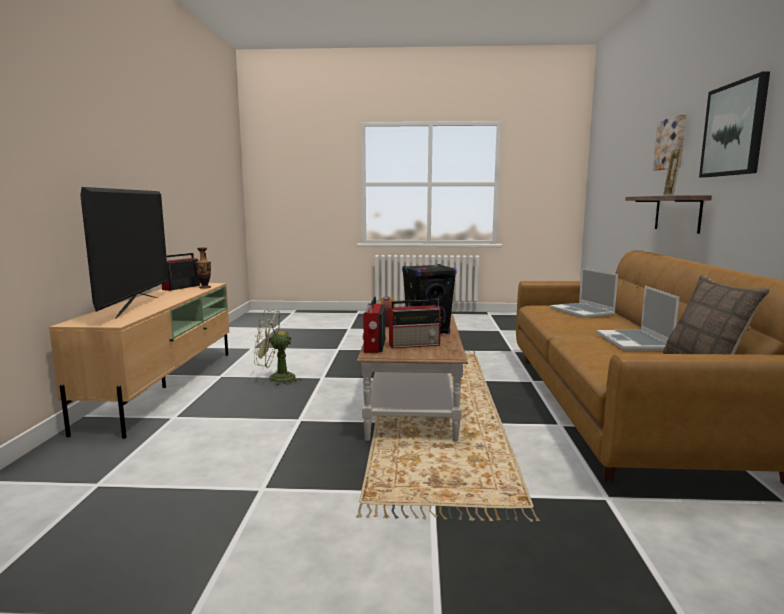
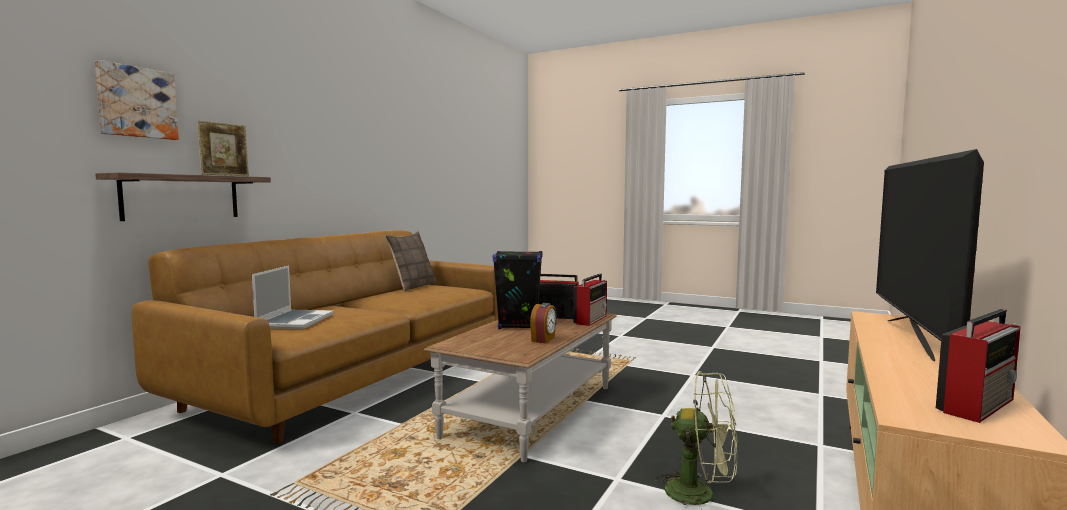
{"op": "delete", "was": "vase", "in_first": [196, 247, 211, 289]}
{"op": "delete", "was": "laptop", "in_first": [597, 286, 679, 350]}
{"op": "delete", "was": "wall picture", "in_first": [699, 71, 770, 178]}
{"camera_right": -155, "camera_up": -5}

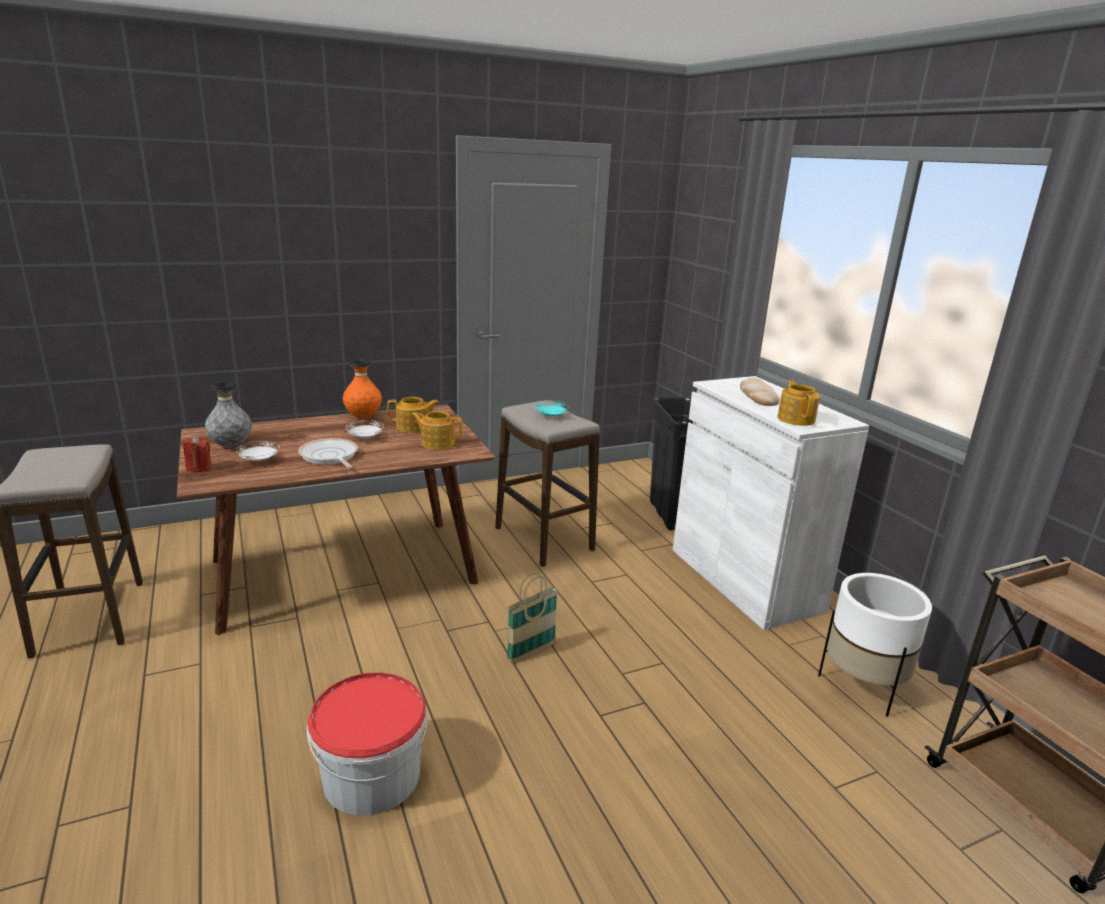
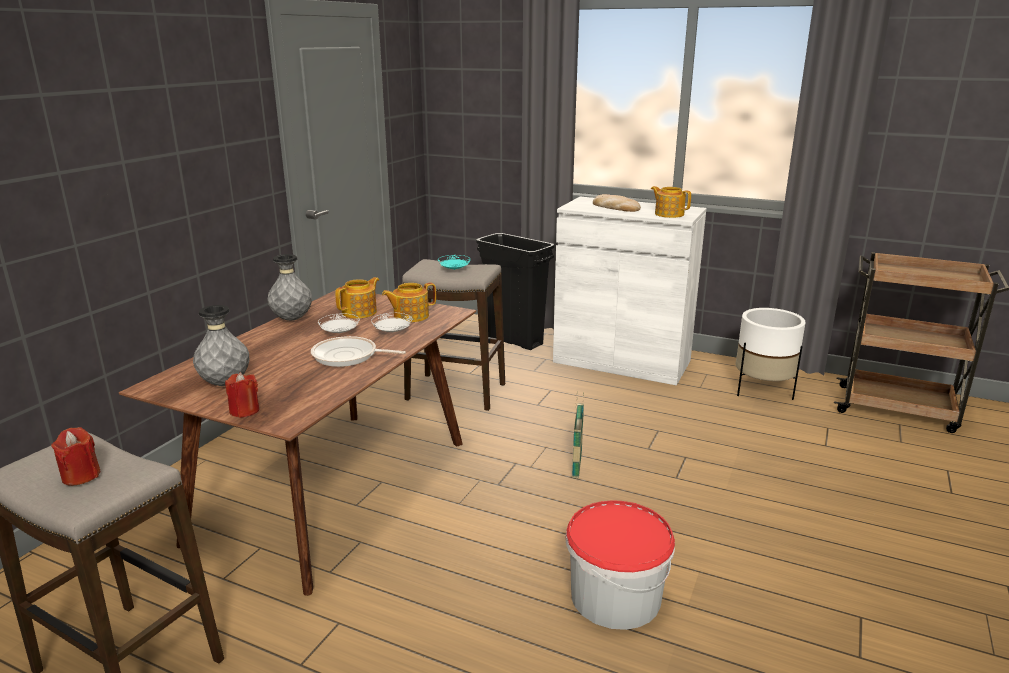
{"op": "insert", "now": "red-coloured candle", "in_second": [51, 427, 100, 486]}
{"op": "recolor", "was": "orange vase", "now": "greyish vase", "in_first": [343, 359, 382, 418], "in_second": [267, 254, 312, 321]}
{"op": "move", "was": "white flat dish", "in_first": [236, 441, 279, 461], "in_second": [371, 313, 412, 332]}
{"camera_right": -40, "camera_up": 0}

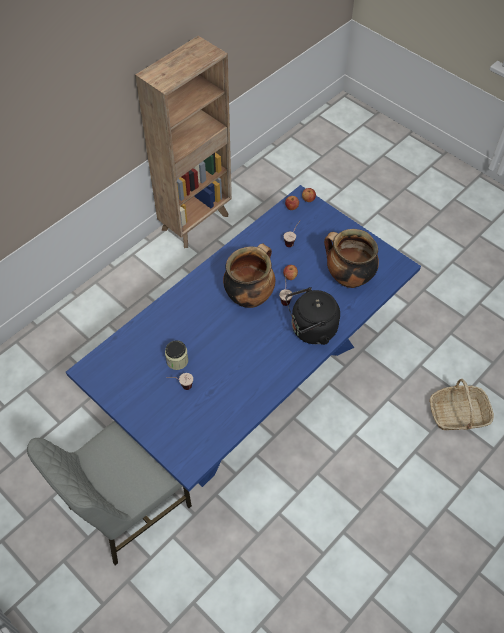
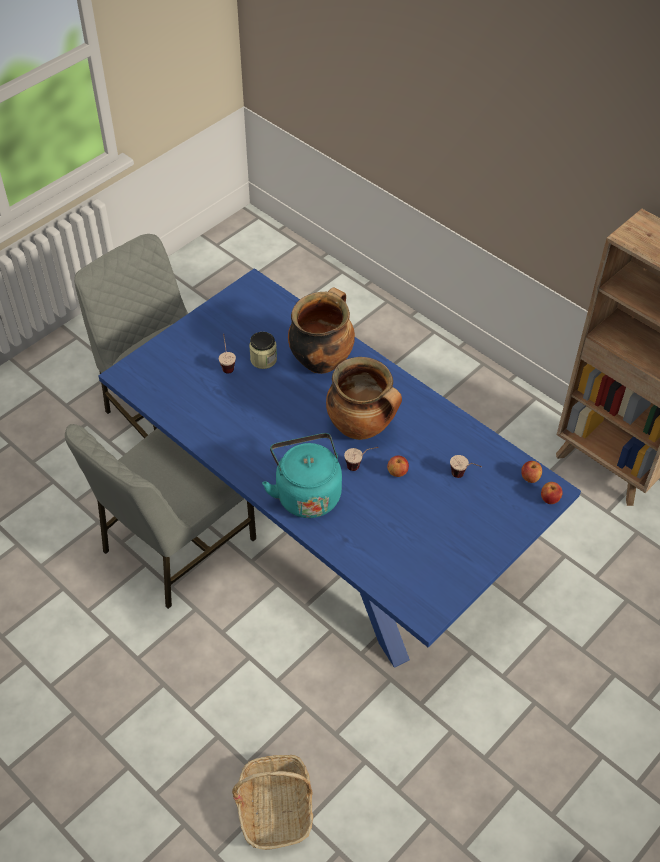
{"op": "insert", "now": "greyish chair", "in_second": [65, 424, 257, 609]}
{"op": "recolor", "was": "black water kettle", "now": "blue-green water kettle", "in_first": [285, 287, 340, 345], "in_second": [262, 433, 342, 518]}
{"op": "move", "was": "saucepot", "in_first": [324, 229, 379, 288], "in_second": [288, 287, 355, 374]}
{"camera_right": 90, "camera_up": -5}

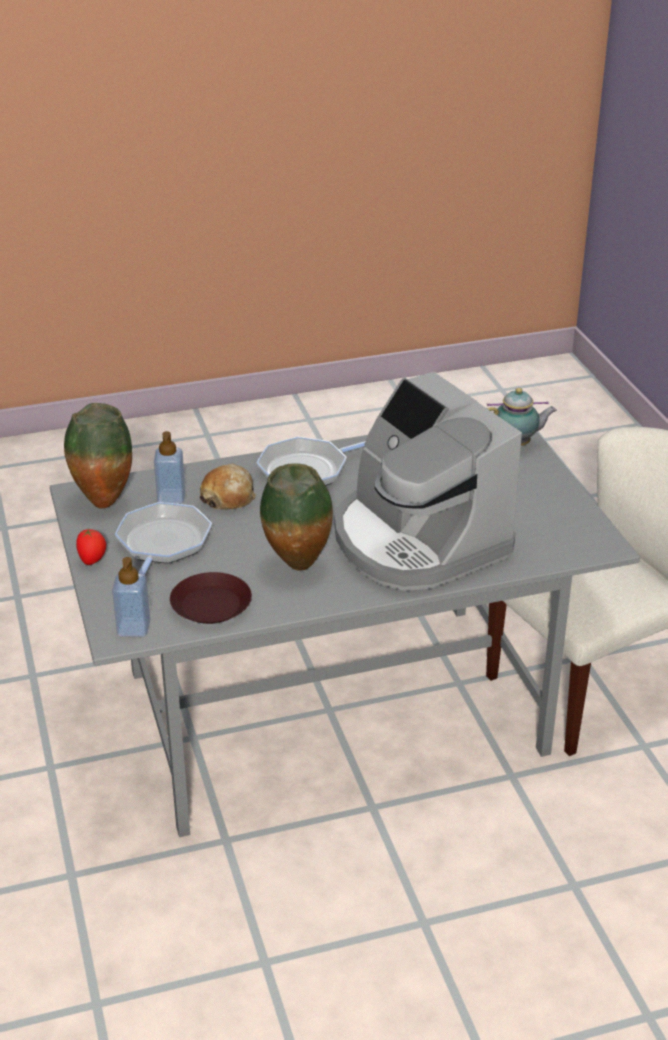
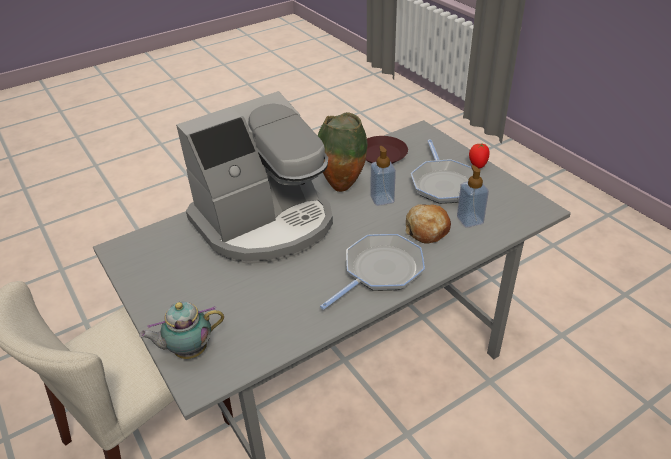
{"op": "rotate", "was": "coffee maker", "in_first": [334, 372, 522, 591], "in_second": [176, 91, 333, 264], "clockwise": 105}
{"op": "move", "was": "soap bottle", "in_first": [112, 557, 150, 637], "in_second": [370, 146, 396, 206]}
{"op": "delete", "was": "vase", "in_first": [64, 403, 132, 508]}
{"camera_right": 165, "camera_up": 5}

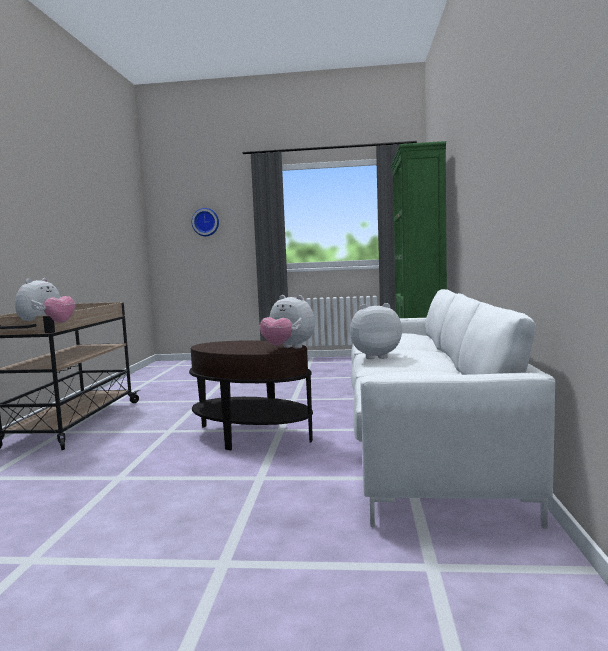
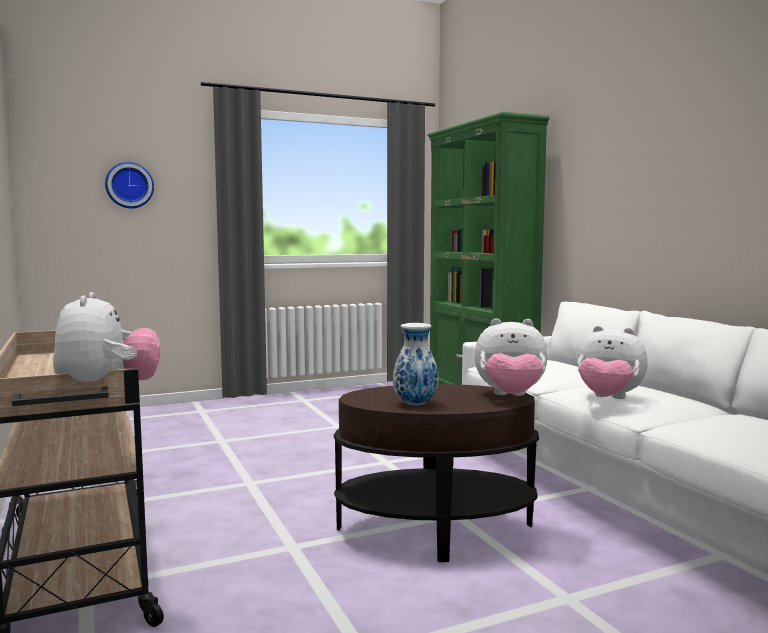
{"op": "insert", "now": "vase", "in_second": [393, 323, 439, 405]}
{"op": "rotate", "was": "plush toy", "in_first": [350, 303, 402, 359], "in_second": [577, 326, 648, 399], "clockwise": -120}
{"camera_right": -30, "camera_up": 0}

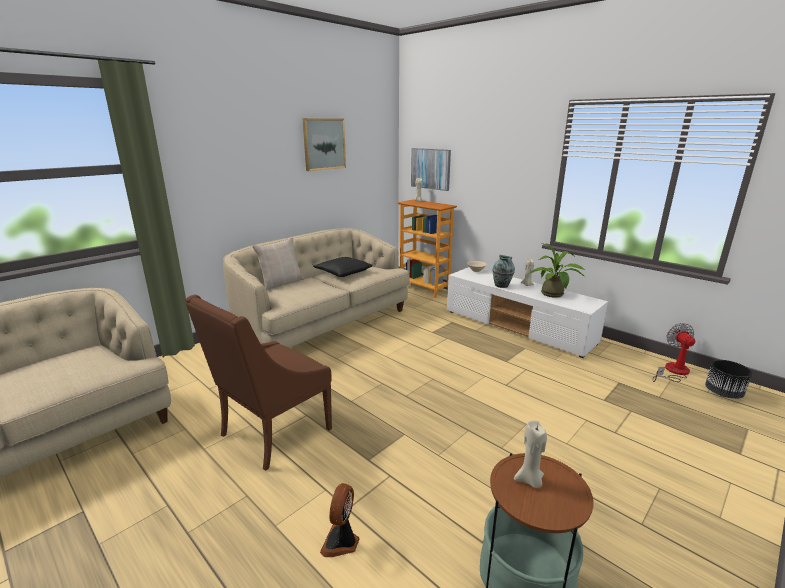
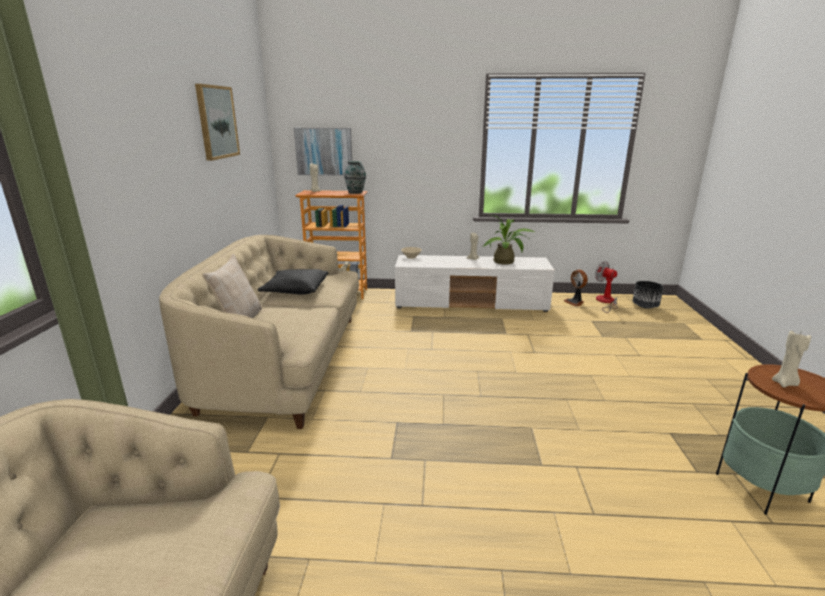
{"op": "move", "was": "vase", "in_first": [492, 255, 515, 288], "in_second": [344, 161, 366, 194]}
{"op": "move", "was": "electric fan", "in_first": [320, 483, 360, 557], "in_second": [564, 269, 588, 306]}
{"op": "delete", "was": "brown armchair", "in_first": [185, 295, 332, 471]}
{"camera_right": -40, "camera_up": 0}

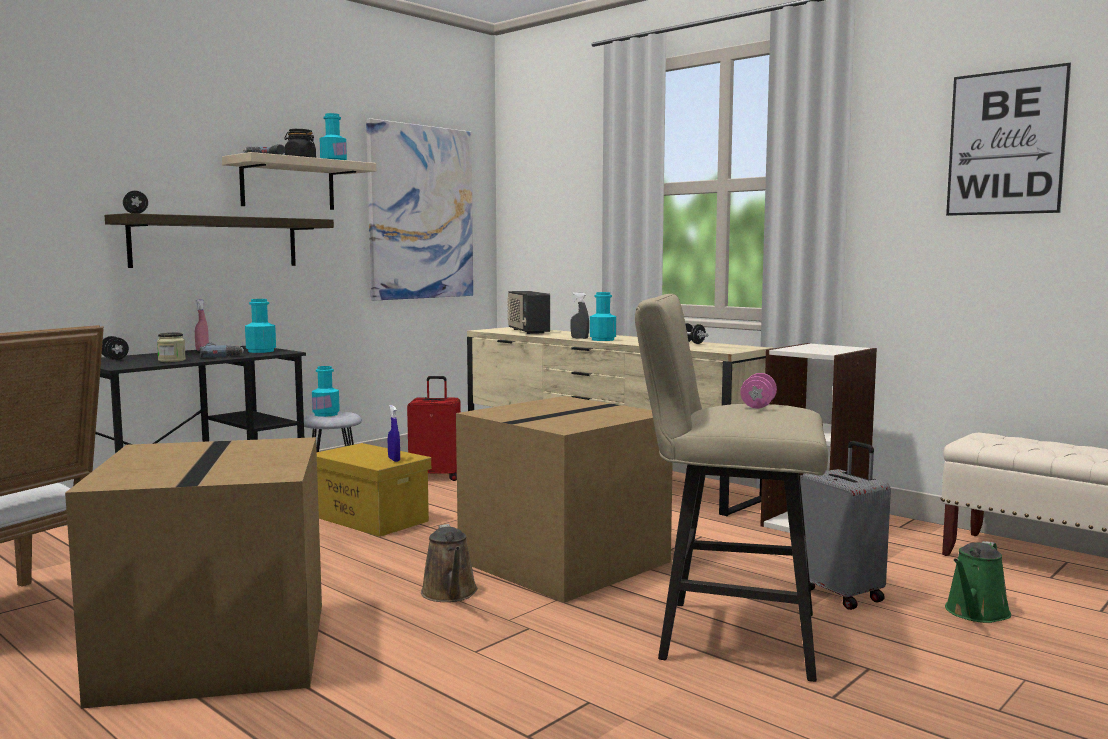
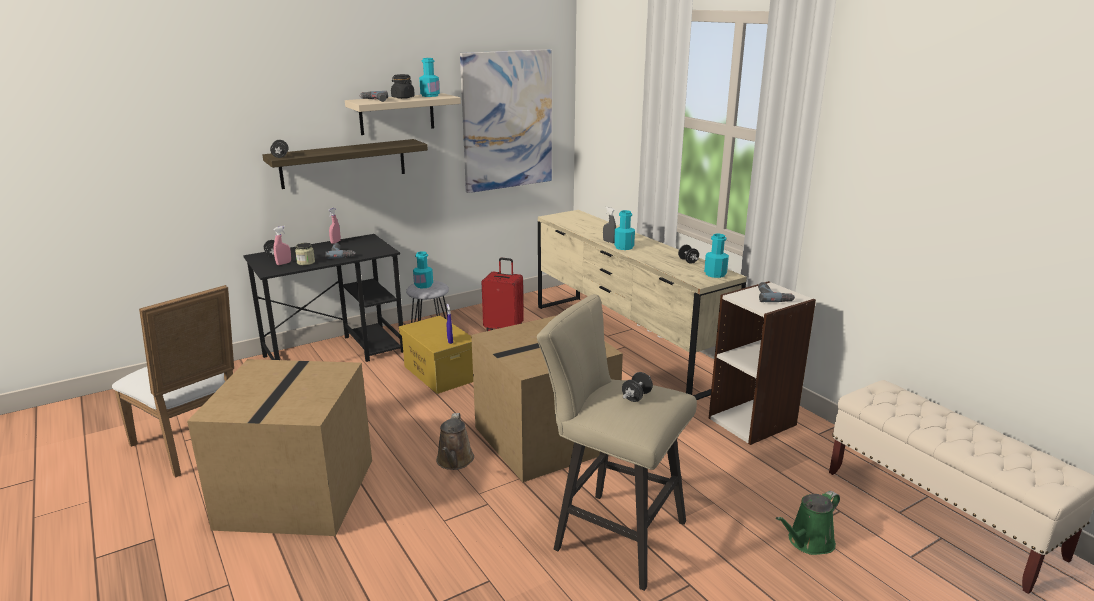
{"op": "insert", "now": "pink spray bottle", "in_second": [274, 226, 291, 265]}
{"op": "recolor", "was": "pink hand weight", "now": "black hand weight", "in_first": [740, 373, 777, 409], "in_second": [622, 372, 653, 402]}
{"op": "move", "was": "blue-green beverage bottle", "in_first": [245, 299, 276, 353], "in_second": [704, 234, 729, 278]}
{"op": "insert", "now": "power drill", "in_second": [758, 282, 795, 302]}
{"op": "delete", "was": "radio set", "in_first": [507, 291, 550, 334]}
{"op": "delete", "was": "greyish travel case", "in_first": [800, 441, 891, 610]}
{"op": "delete", "was": "wall picture", "in_first": [946, 63, 1071, 216]}
{"camera_right": 15, "camera_up": 15}

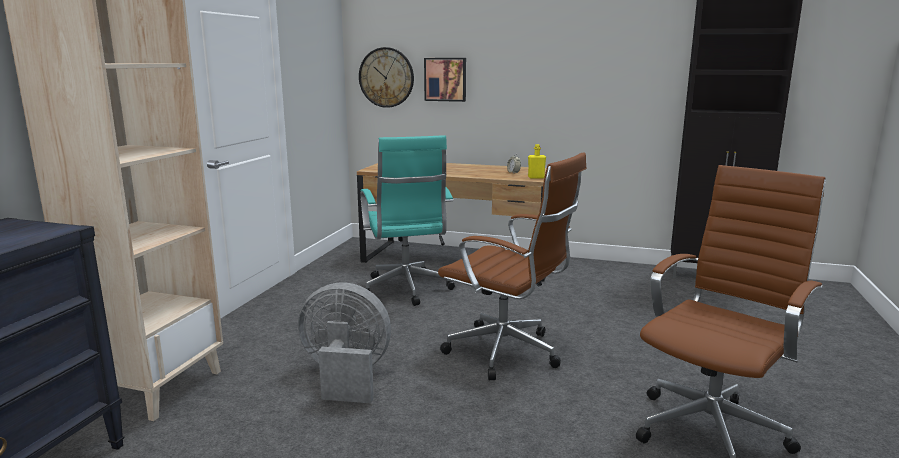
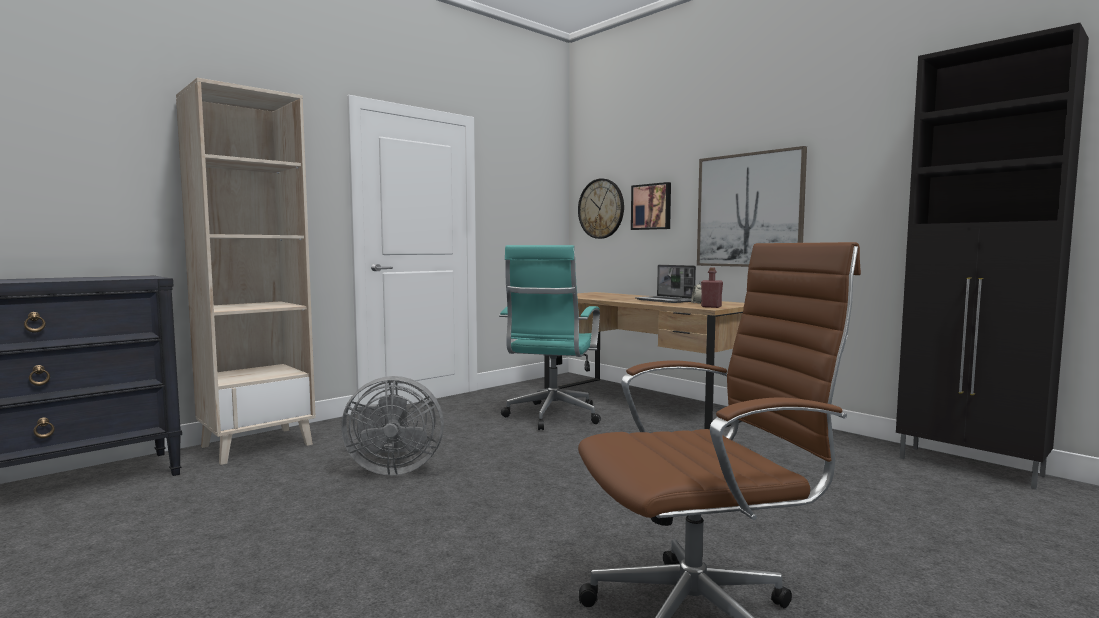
{"op": "rotate", "was": "greyish electric fan", "in_first": [298, 282, 391, 403], "in_second": [341, 376, 444, 475], "clockwise": 135}
{"op": "insert", "now": "laptop", "in_second": [635, 265, 696, 303]}
{"op": "insert", "now": "wall picture", "in_second": [697, 146, 807, 267]}
{"op": "recolor", "was": "yellow beverage bottle", "now": "red-coloured beverage bottle", "in_first": [528, 144, 546, 179], "in_second": [701, 267, 723, 308]}
{"op": "delete", "was": "brown desk chair", "in_first": [438, 152, 586, 381]}
{"camera_right": 30, "camera_up": -10}

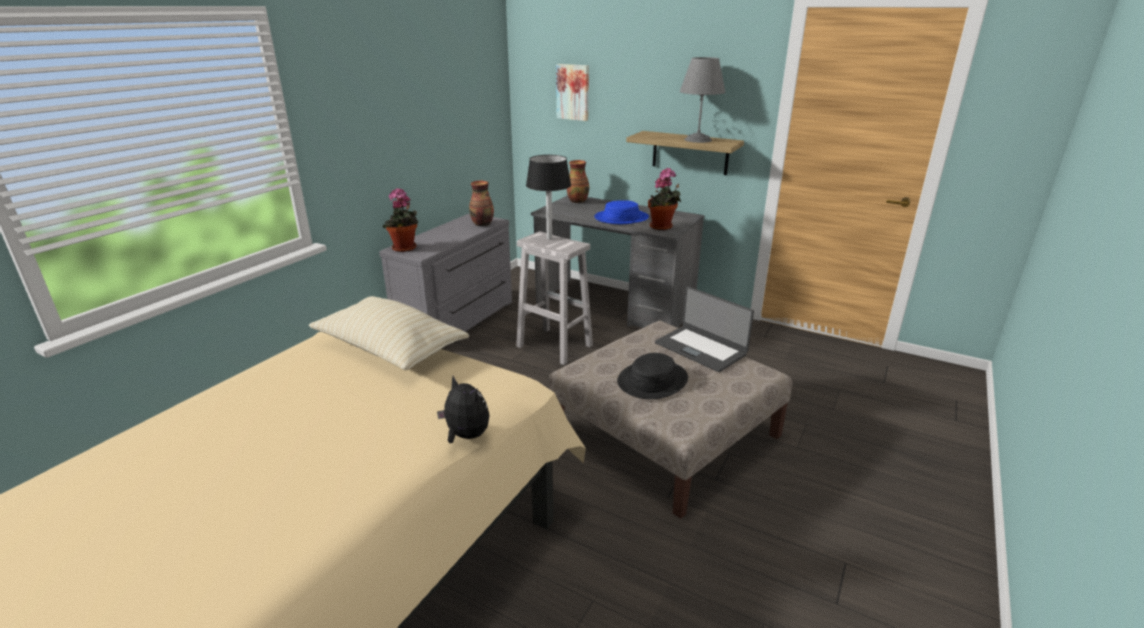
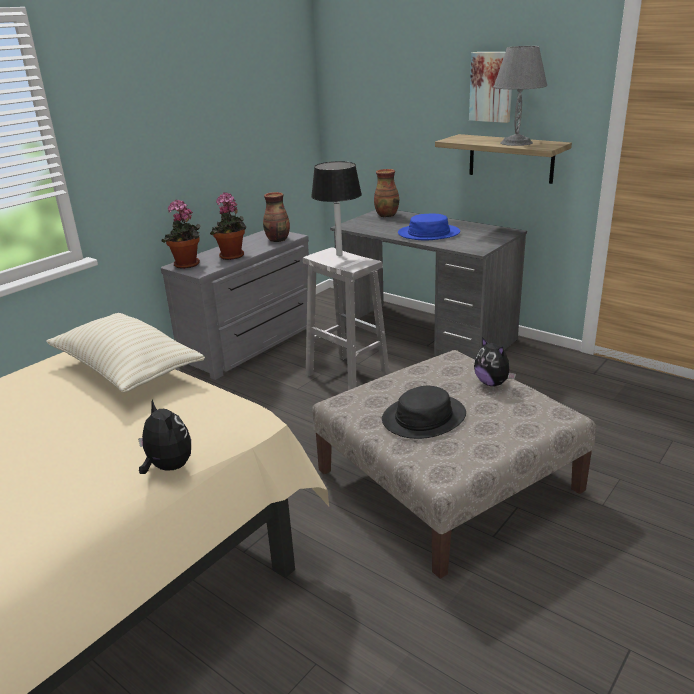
{"op": "move", "was": "potted plant", "in_first": [648, 168, 681, 230], "in_second": [210, 192, 247, 260]}
{"op": "move", "was": "wall picture", "in_first": [556, 64, 589, 121], "in_second": [469, 52, 512, 123]}
{"op": "replace", "was": "laptop", "now": "plush toy", "in_first": [655, 286, 754, 372], "in_second": [474, 337, 516, 386]}
{"camera_right": 10, "camera_up": 0}

